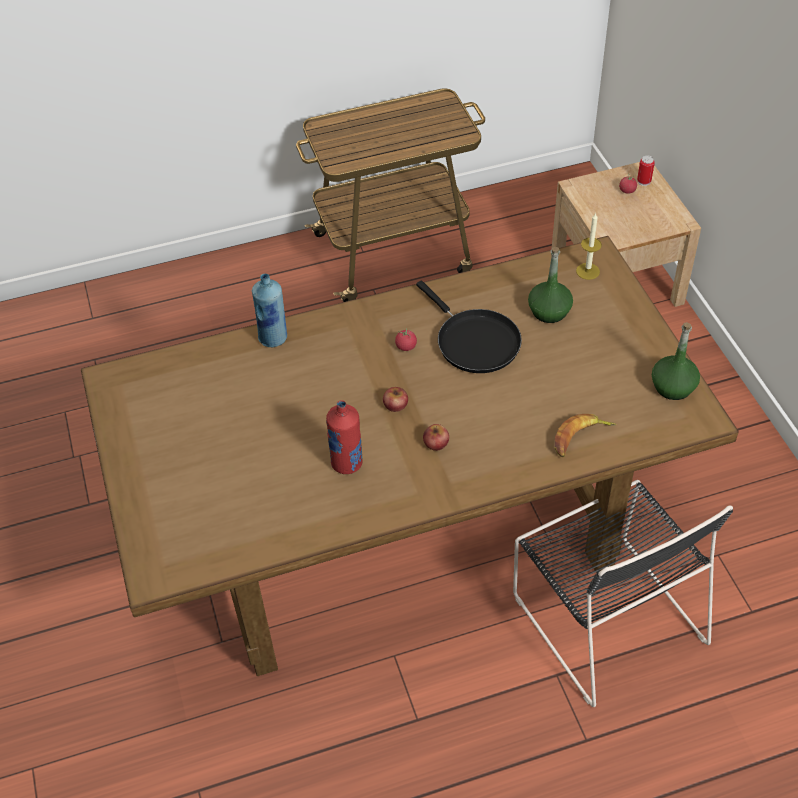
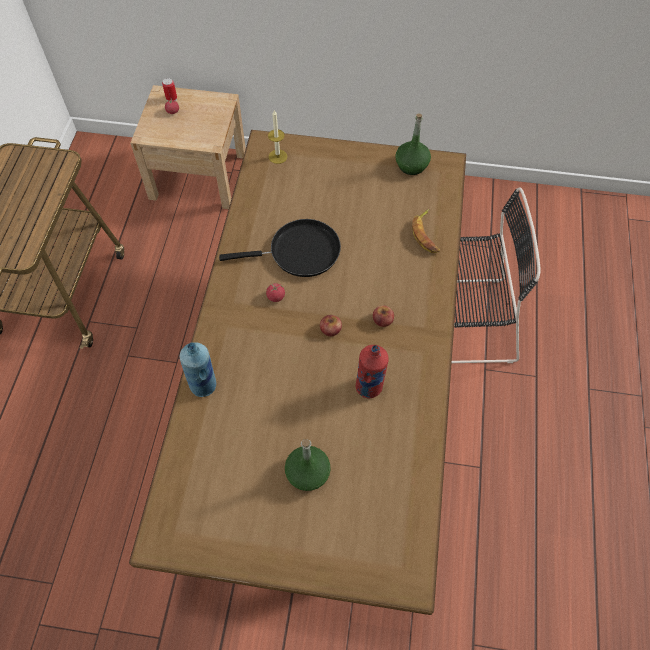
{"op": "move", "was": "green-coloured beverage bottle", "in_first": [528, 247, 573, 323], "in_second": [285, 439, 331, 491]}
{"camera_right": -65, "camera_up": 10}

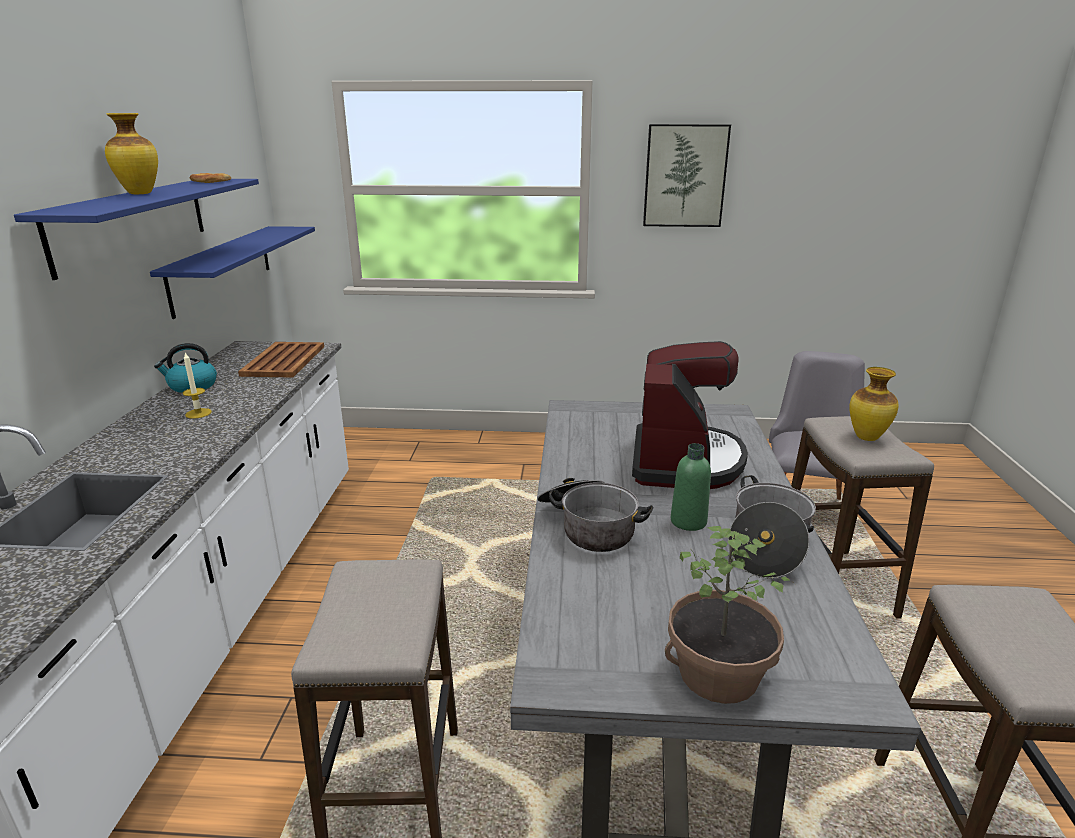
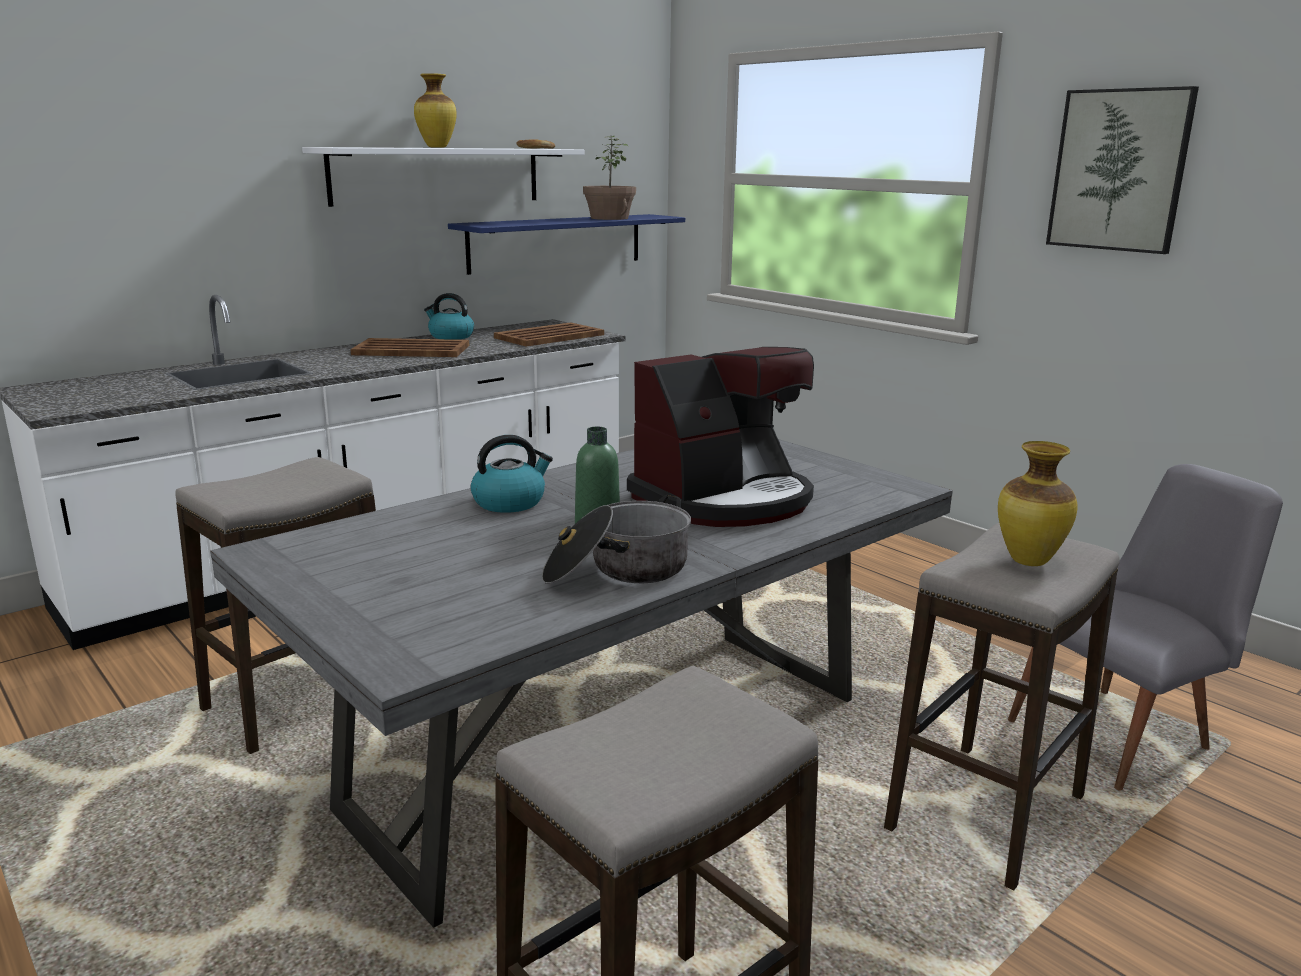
{"op": "recolor", "was": "blue-coloured wall shelf", "now": "white wall shelf", "in_first": [14, 179, 259, 280], "in_second": [302, 147, 585, 207]}
{"op": "replace", "was": "candle", "now": "brown tray", "in_first": [183, 352, 212, 419], "in_second": [350, 338, 469, 357]}
{"op": "replace", "was": "saucepot", "now": "water kettle", "in_first": [537, 478, 654, 552], "in_second": [470, 435, 553, 513]}
{"op": "move", "was": "potted plant", "in_first": [665, 526, 795, 704], "in_second": [583, 136, 636, 220]}
{"camera_right": 45, "camera_up": -5}

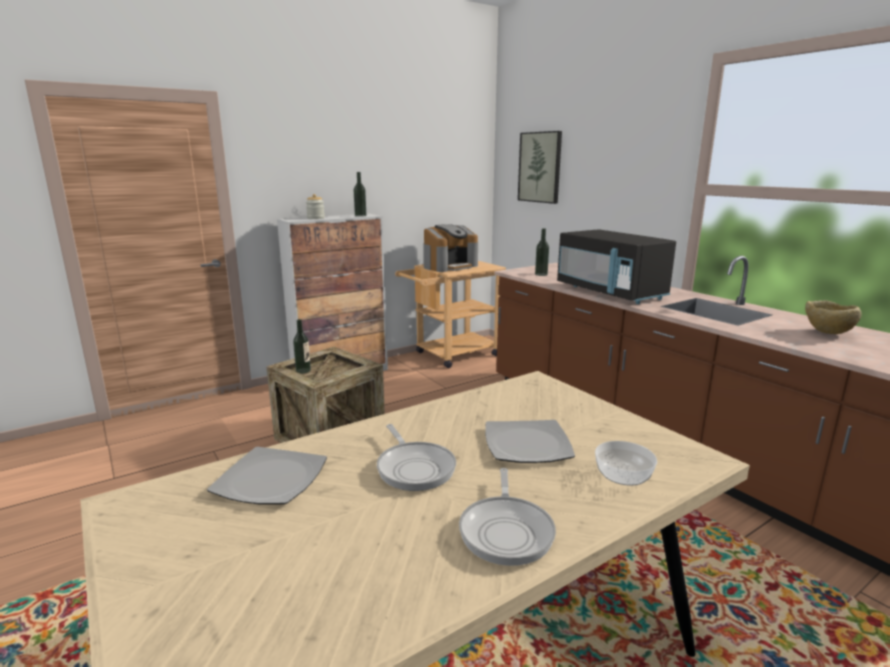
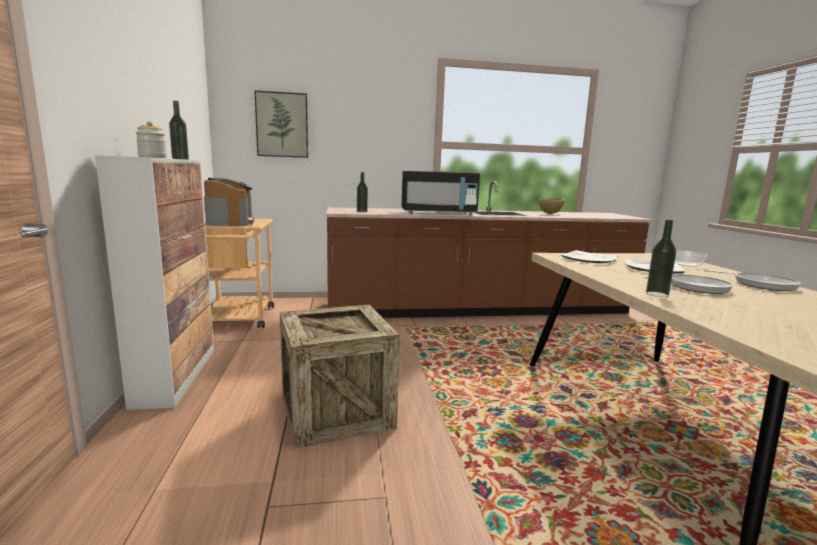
{"op": "move", "was": "flat dish", "in_first": [207, 447, 327, 505], "in_second": [561, 250, 618, 263]}
{"op": "move", "was": "beverage bottle", "in_first": [293, 319, 311, 374], "in_second": [646, 220, 676, 297]}
{"camera_right": -65, "camera_up": -5}

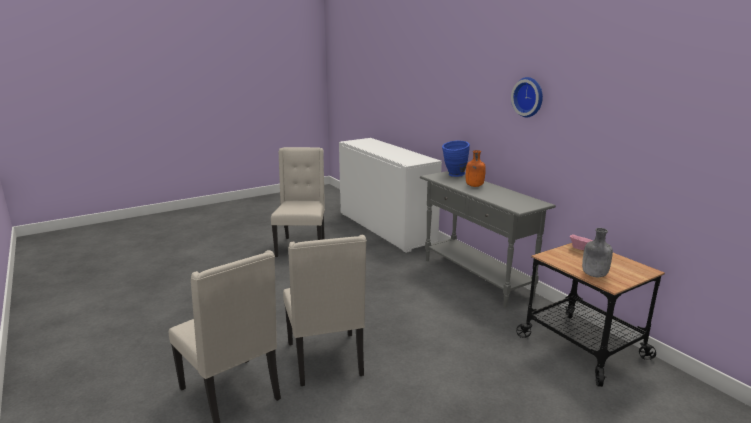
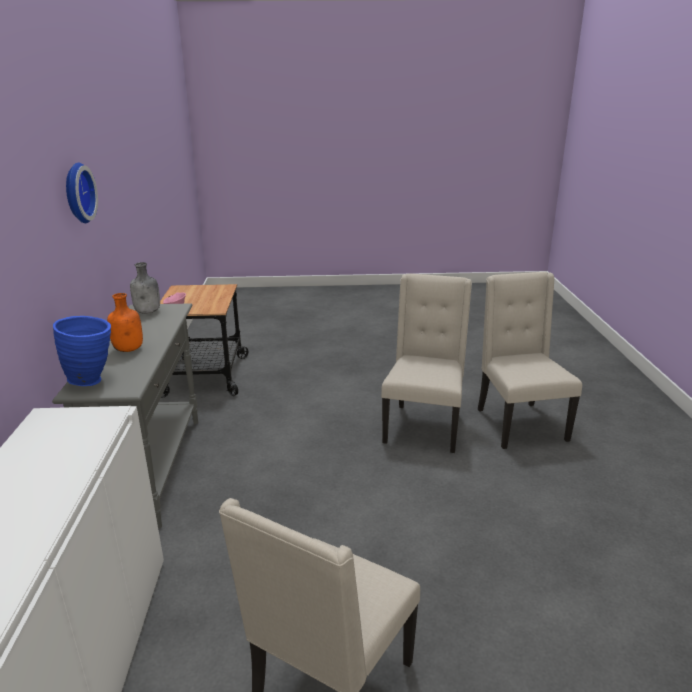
{"op": "move", "was": "greyish beverage bottle", "in_first": [582, 228, 613, 277], "in_second": [130, 262, 160, 314]}
{"camera_right": -150, "camera_up": 5}

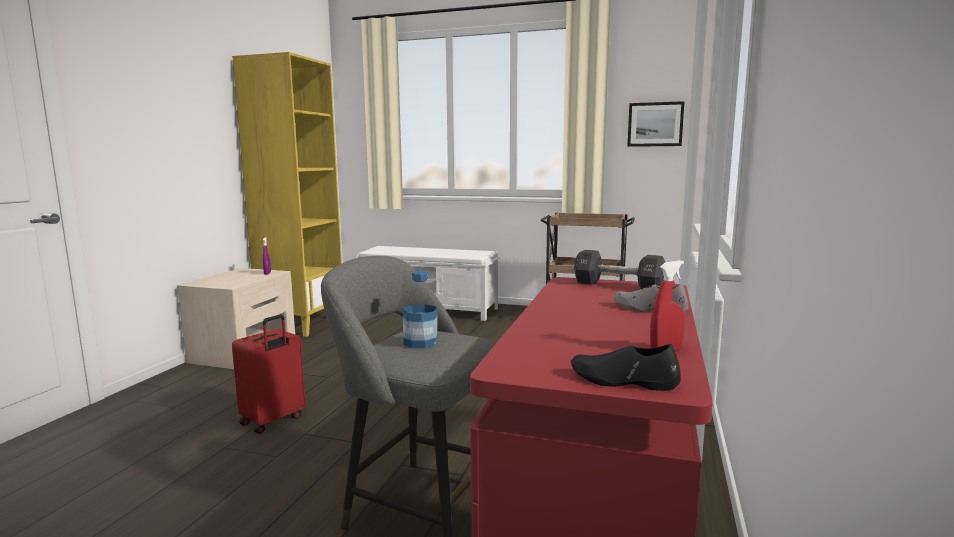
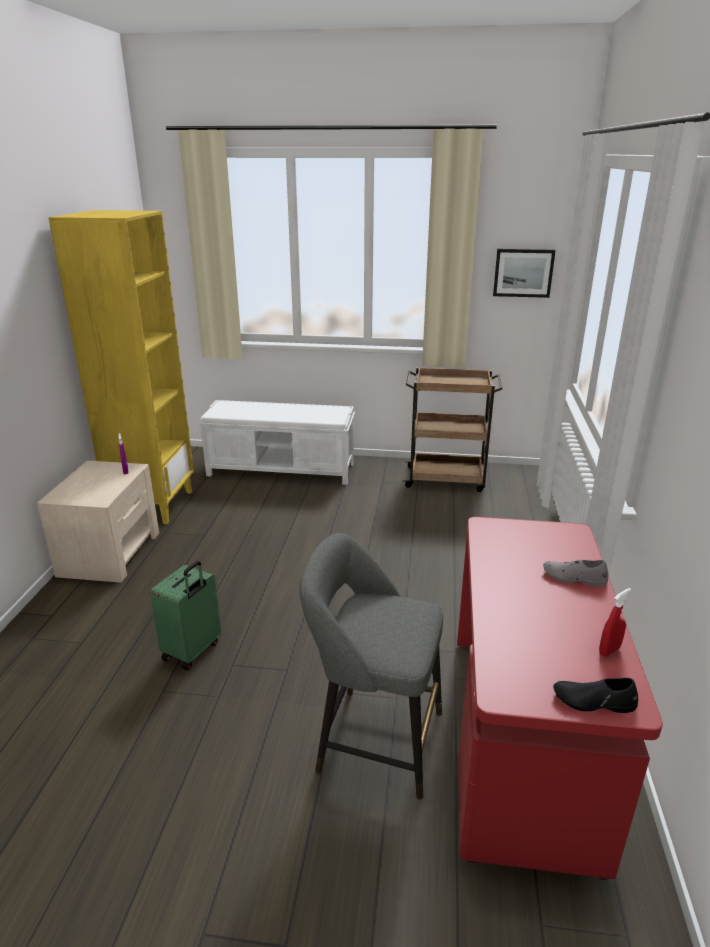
{"op": "recolor", "was": "red-coloured travel case", "now": "green-coloured travel case", "in_first": [232, 315, 306, 434], "in_second": [150, 561, 221, 670]}
{"op": "delete", "was": "beverage bottle", "in_first": [403, 271, 437, 348]}
{"op": "delete", "was": "black hand weight", "in_first": [574, 250, 665, 289]}
{"camera_right": -10, "camera_up": 15}

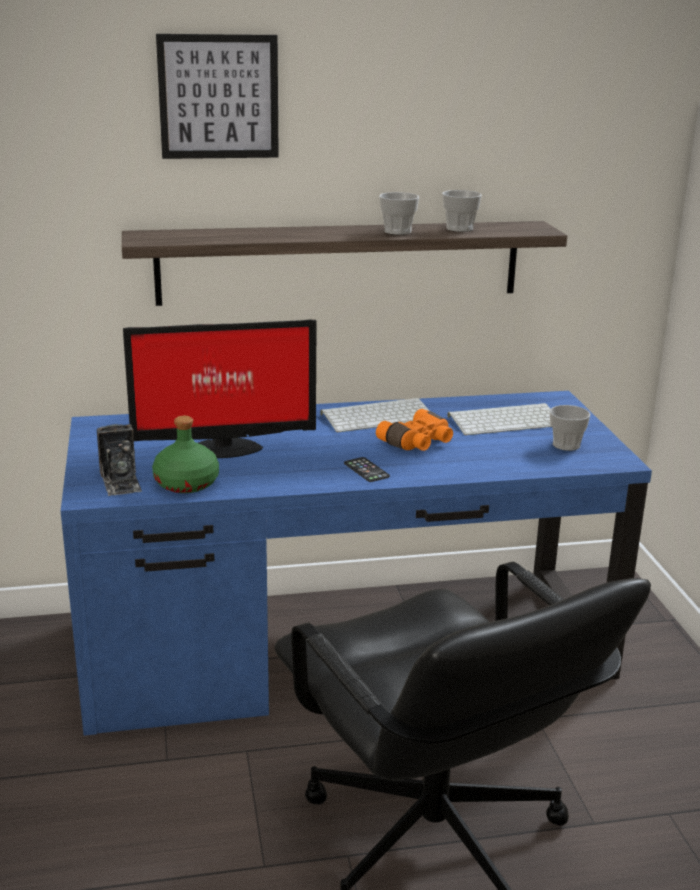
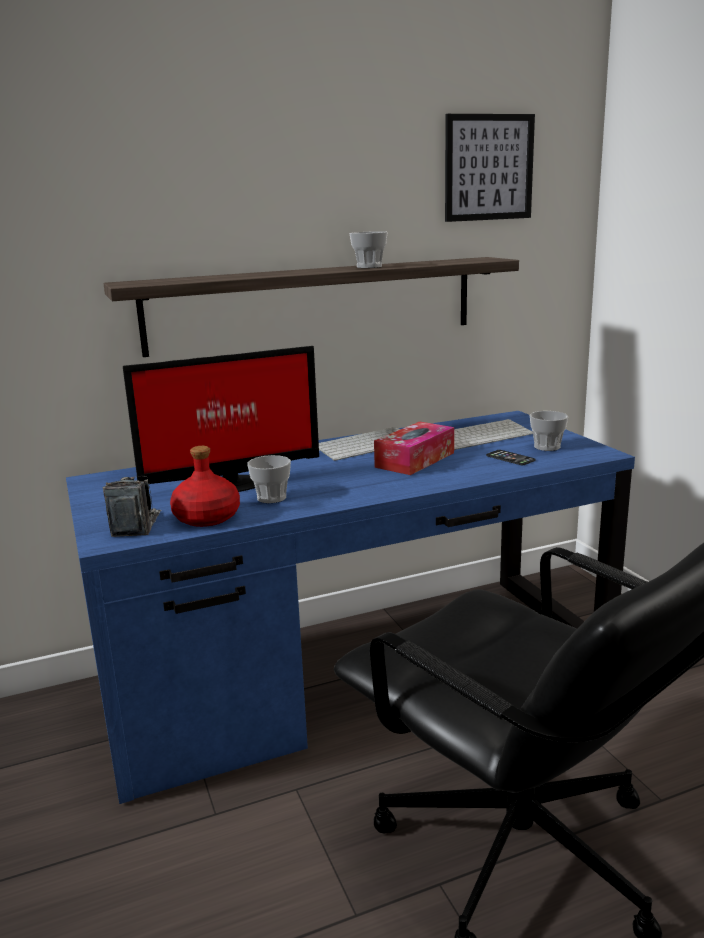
{"op": "rotate", "was": "photo camera", "in_first": [97, 424, 142, 496], "in_second": [102, 476, 162, 537], "clockwise": -150}
{"op": "recolor", "was": "green-coloured beverage bottle", "now": "red-coloured beverage bottle", "in_first": [152, 416, 219, 493], "in_second": [170, 446, 240, 527]}
{"op": "move", "was": "small cup", "in_first": [442, 190, 482, 232], "in_second": [247, 455, 291, 503]}
{"op": "replace", "was": "orange pair of binoculars", "now": "box of tissues", "in_first": [376, 409, 453, 451], "in_second": [374, 421, 454, 475]}
{"op": "move", "was": "wall picture", "in_first": [156, 34, 279, 159], "in_second": [445, 114, 535, 222]}
{"op": "move", "was": "handset", "in_first": [344, 457, 390, 482], "in_second": [486, 450, 535, 465]}
{"camera_right": -10, "camera_up": -5}

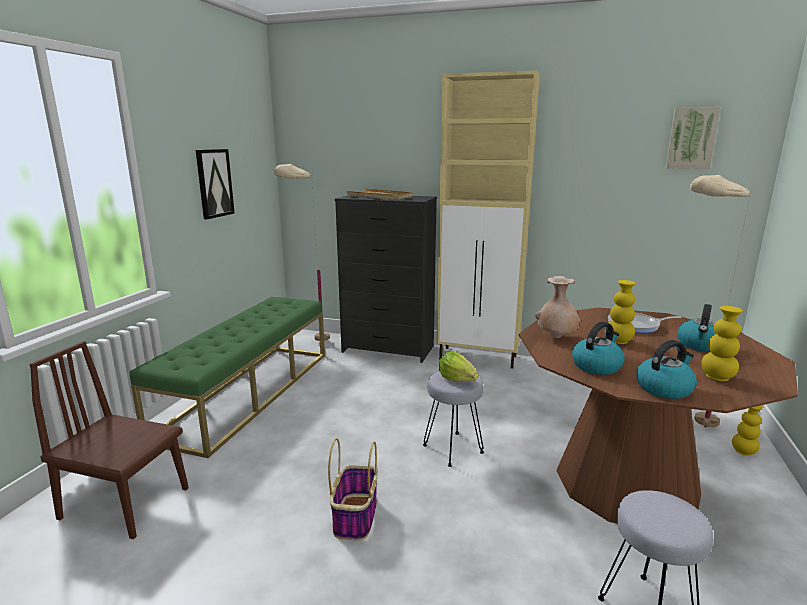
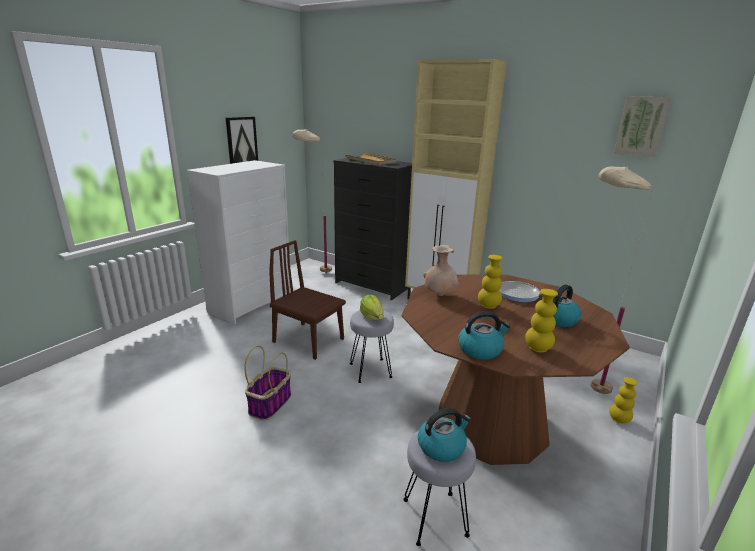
{"op": "replace", "was": "green-coloured long seat", "now": "white chest of drawers", "in_first": [130, 297, 325, 458], "in_second": [187, 160, 291, 324]}
{"op": "move", "was": "brown chair", "in_first": [29, 341, 188, 539], "in_second": [269, 240, 346, 360]}
{"op": "move", "was": "water kettle", "in_first": [572, 322, 625, 375], "in_second": [418, 408, 471, 462]}
{"camera_right": 15, "camera_up": 5}

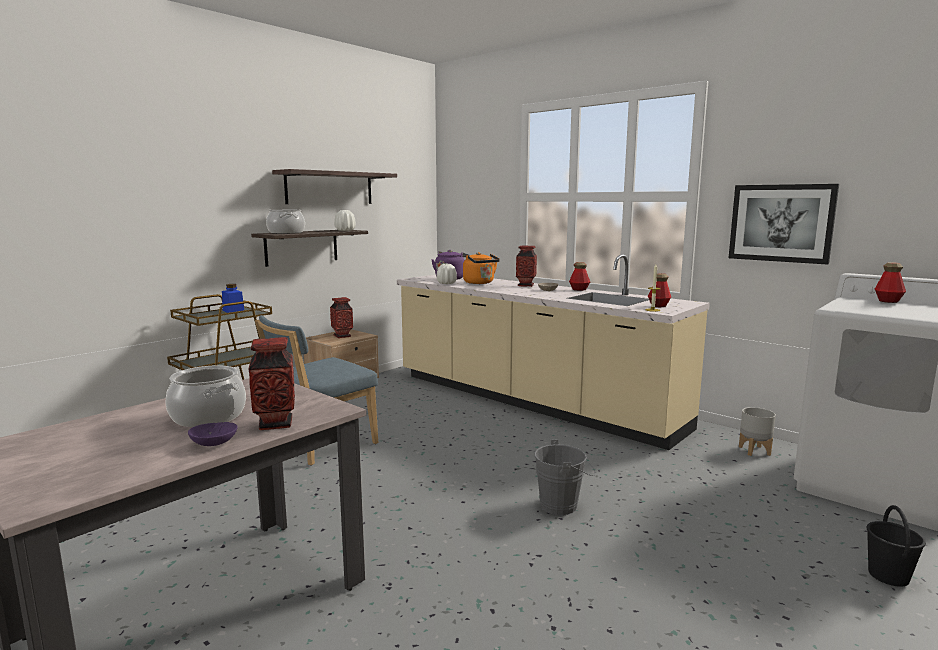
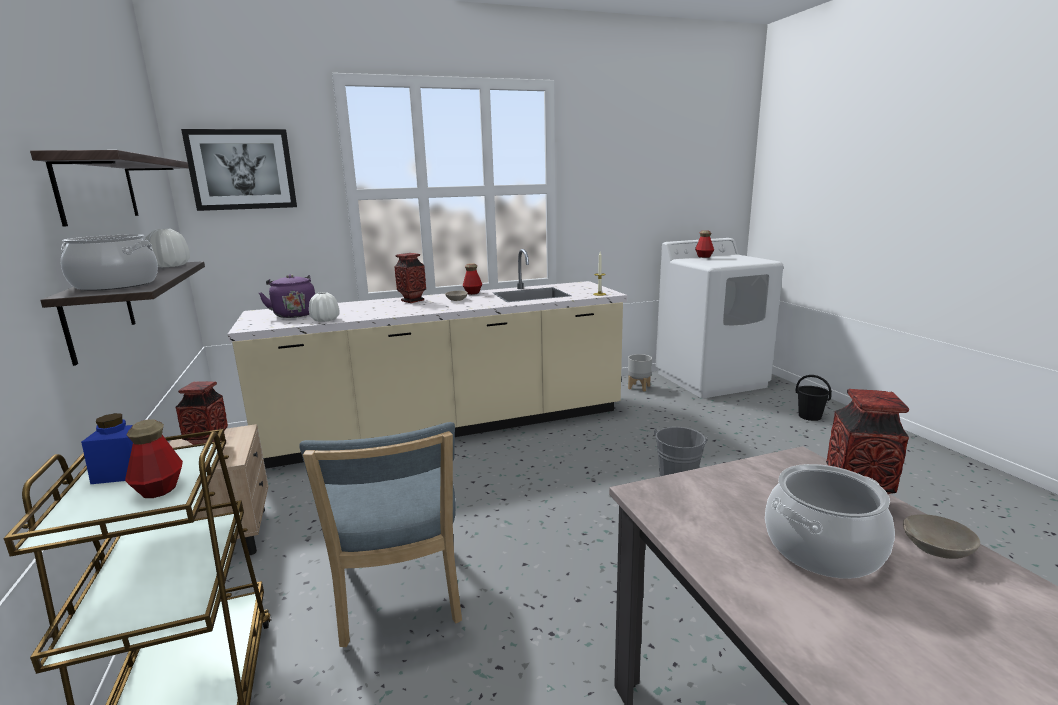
{"op": "move", "was": "beverage bottle", "in_first": [648, 273, 671, 307], "in_second": [125, 419, 183, 498]}
{"op": "move", "was": "wall picture", "in_first": [729, 184, 839, 265], "in_second": [181, 129, 297, 211]}
{"op": "recolor", "was": "purplish serving bowl", "now": "beige serving bowl", "in_first": [188, 422, 238, 446], "in_second": [903, 514, 980, 559]}
{"op": "delete", "was": "orange water kettle", "in_first": [463, 252, 500, 284]}
{"camera_right": -60, "camera_up": 5}

